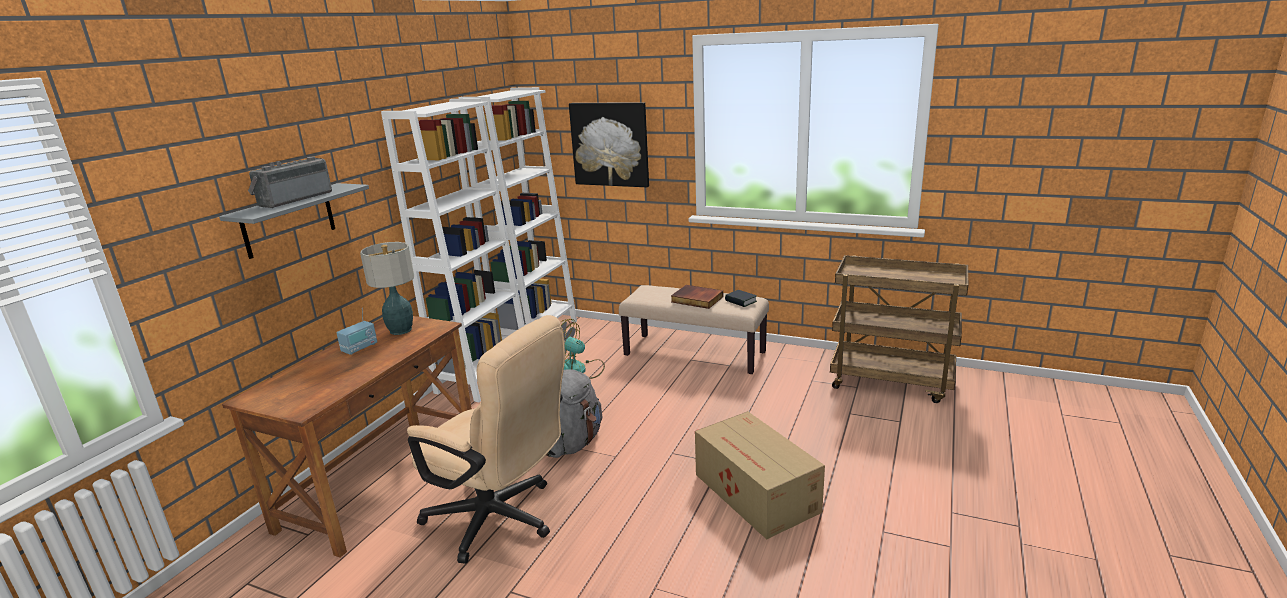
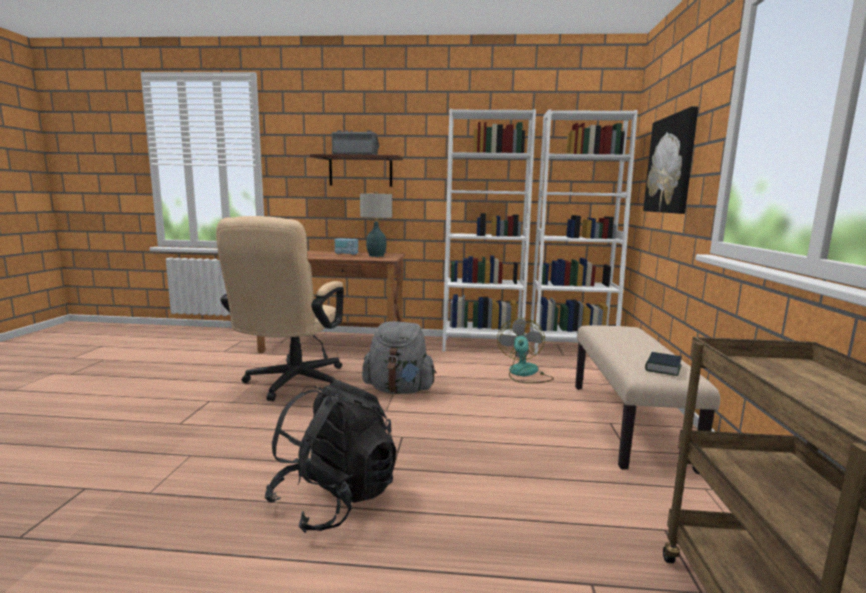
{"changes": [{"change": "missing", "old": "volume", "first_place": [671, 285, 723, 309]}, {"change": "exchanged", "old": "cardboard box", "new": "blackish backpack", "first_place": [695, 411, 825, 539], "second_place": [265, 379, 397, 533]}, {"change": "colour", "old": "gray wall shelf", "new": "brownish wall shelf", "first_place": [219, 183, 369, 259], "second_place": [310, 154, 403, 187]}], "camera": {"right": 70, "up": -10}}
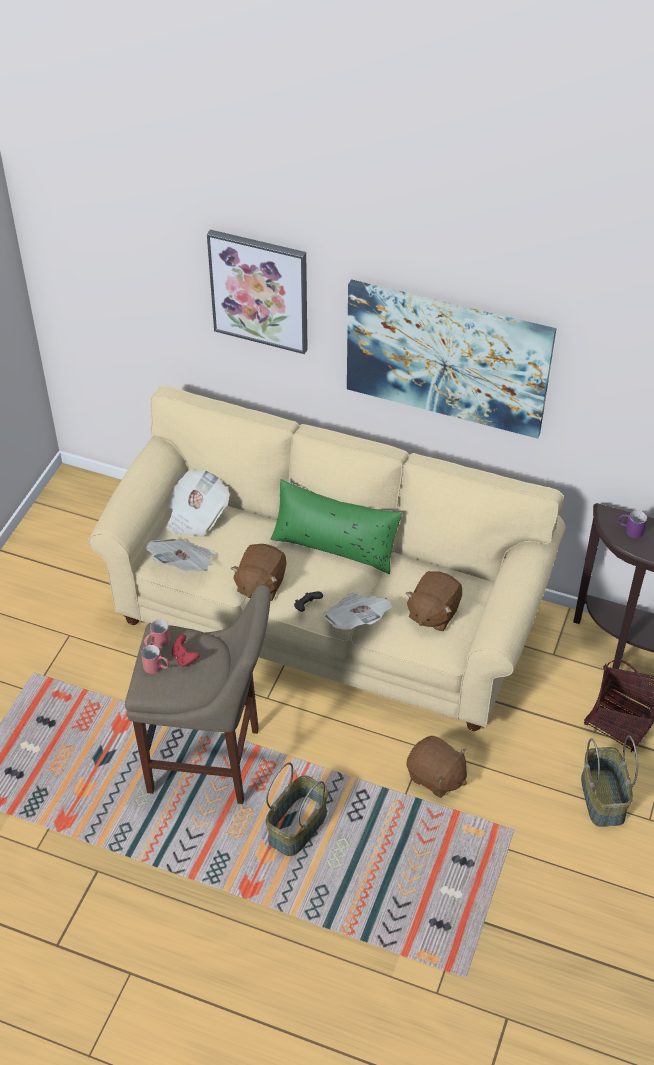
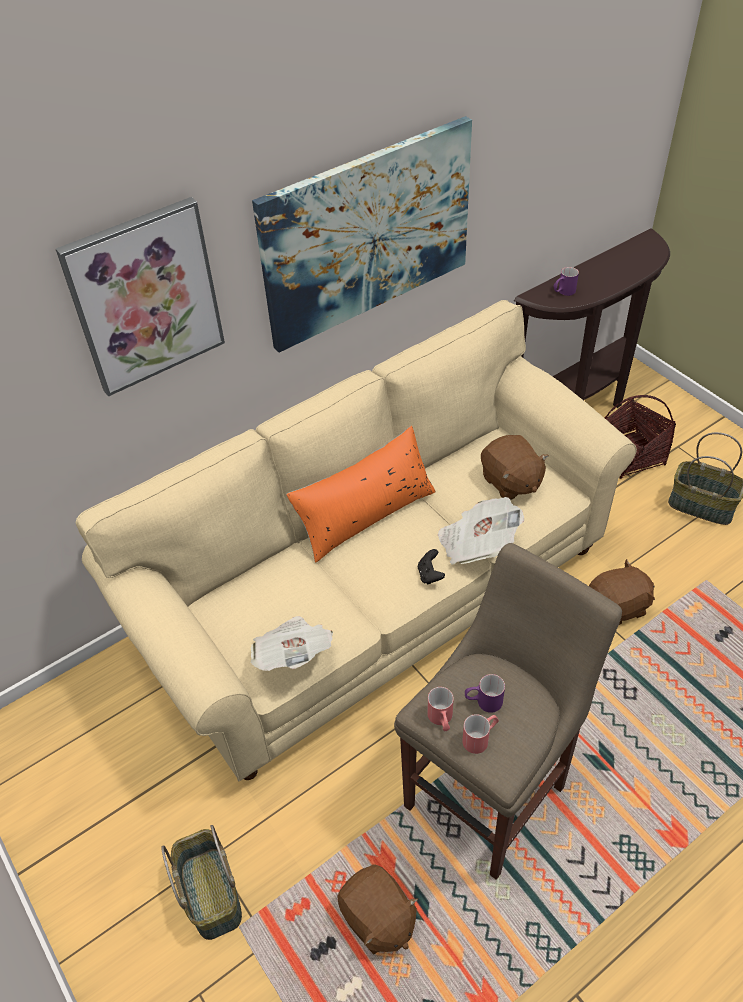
{"changes": [{"change": "missing", "old": "newspaper", "first_place": [167, 469, 229, 537]}, {"change": "relocated", "old": "brownish cuddly toy", "first_place": [231, 544, 286, 601], "second_place": [337, 864, 418, 954]}, {"change": "relocated", "old": "household basket", "first_place": [265, 762, 328, 856], "second_place": [161, 825, 242, 940]}, {"change": "exchanged", "old": "red-coloured game controller", "new": "purple-coloured coffee mug", "first_place": [171, 634, 200, 667], "second_place": [465, 674, 505, 713]}, {"change": "colour", "old": "green pillow", "new": "orangey pillow", "first_place": [271, 479, 402, 574], "second_place": [286, 426, 436, 563]}], "camera": {"right": -55, "up": 0}}
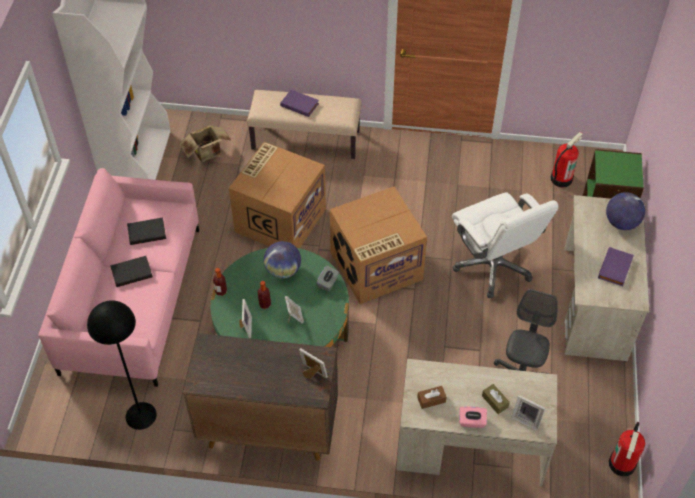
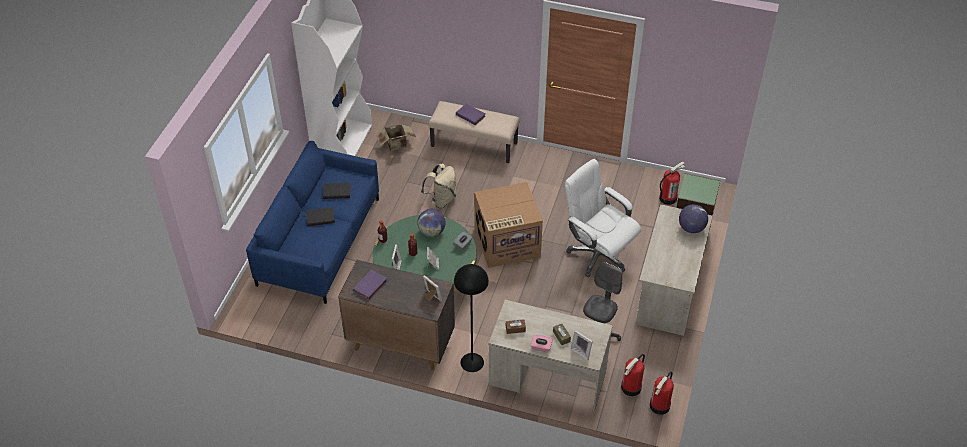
{"changes": [{"change": "appeared", "new": "fire-fighting cylinder", "second_place": [621, 354, 645, 396]}, {"change": "relocated", "old": "blackish standing lamp", "first_place": [87, 300, 157, 430], "second_place": [454, 264, 489, 372]}, {"change": "relocated", "old": "purple-coloured volume", "first_place": [598, 247, 634, 286], "second_place": [353, 270, 387, 300]}, {"change": "exchanged", "old": "cardboard box", "new": "beige backpack", "first_place": [229, 142, 326, 248], "second_place": [421, 163, 457, 208]}, {"change": "colour", "old": "pink couch", "new": "bluish couch", "first_place": [38, 168, 199, 387], "second_place": [246, 141, 379, 304]}, {"change": "spun", "old": "white-coloured desk chair", "first_place": [452, 192, 559, 298], "second_place": [565, 159, 641, 277], "degrees": 150}], "camera": {"right": 10, "up": -5}}
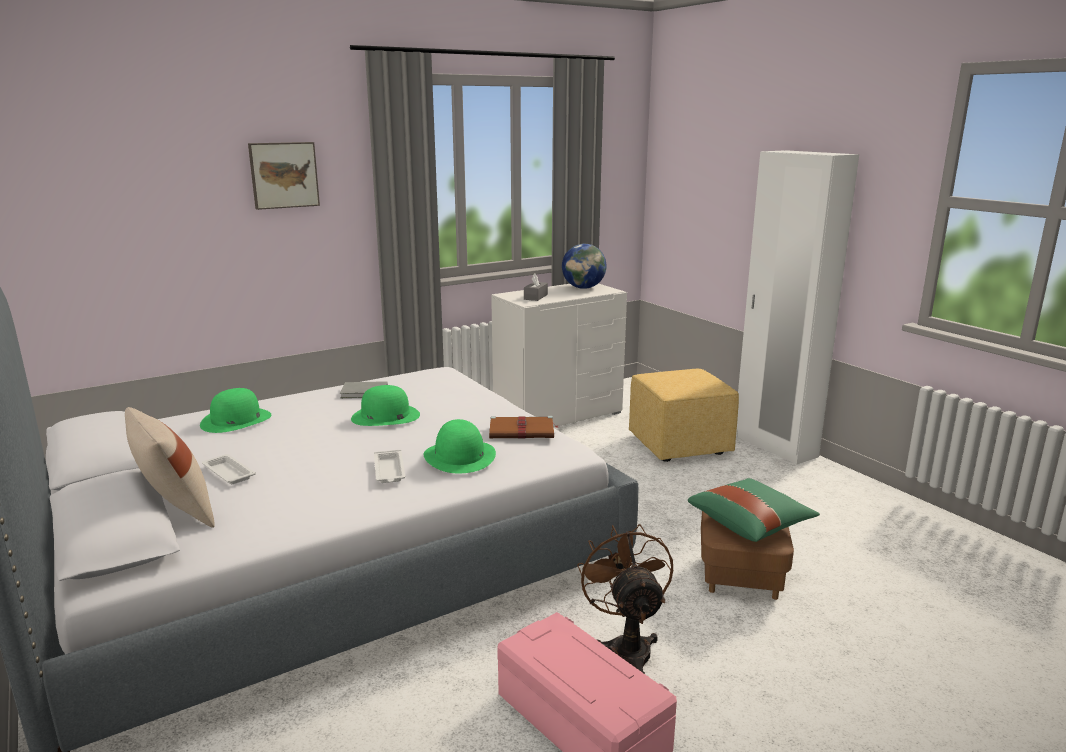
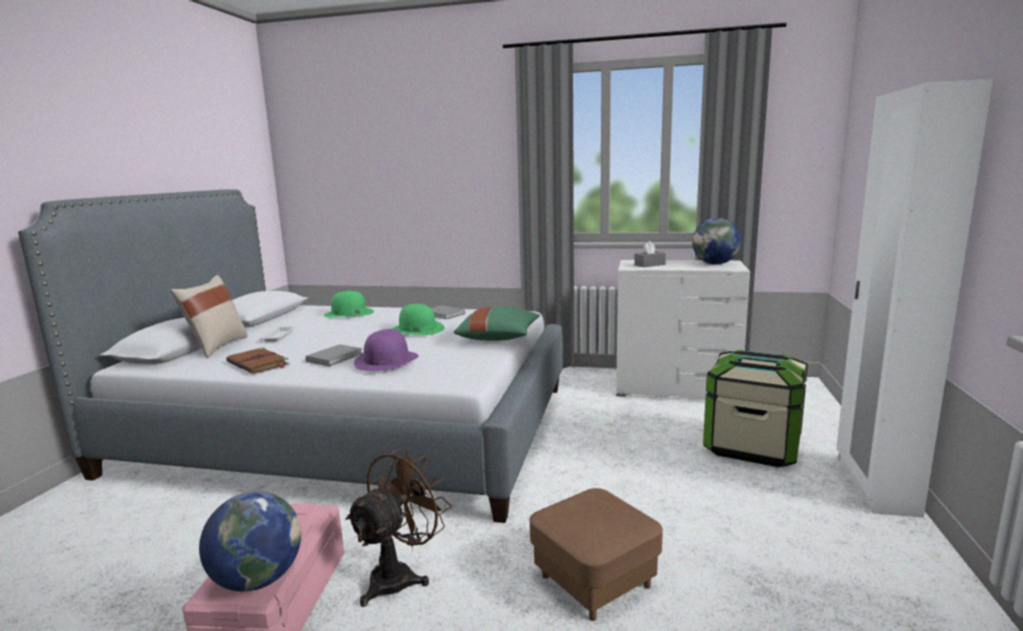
{"changes": [{"change": "missing", "old": "wall picture", "first_place": [248, 142, 320, 210]}, {"change": "appeared", "new": "world globe", "second_place": [199, 491, 301, 592]}, {"change": "relocated", "old": "brownish volume", "first_place": [489, 416, 557, 438], "second_place": [226, 347, 290, 374]}, {"change": "relocated", "old": "green pillow", "first_place": [688, 478, 820, 542], "second_place": [454, 306, 540, 341]}, {"change": "exchanged", "old": "white-coloured carrying tray", "new": "gray volume", "first_place": [374, 450, 405, 483], "second_place": [306, 344, 363, 366]}, {"change": "exchanged", "old": "yellowish pouffe", "new": "storage container", "first_place": [629, 369, 739, 462], "second_place": [703, 350, 808, 467]}, {"change": "colour", "old": "green wearable hat", "new": "purple-coloured wearable hat", "first_place": [424, 419, 496, 473], "second_place": [354, 329, 419, 371]}], "camera": {"right": 45, "up": -5}}
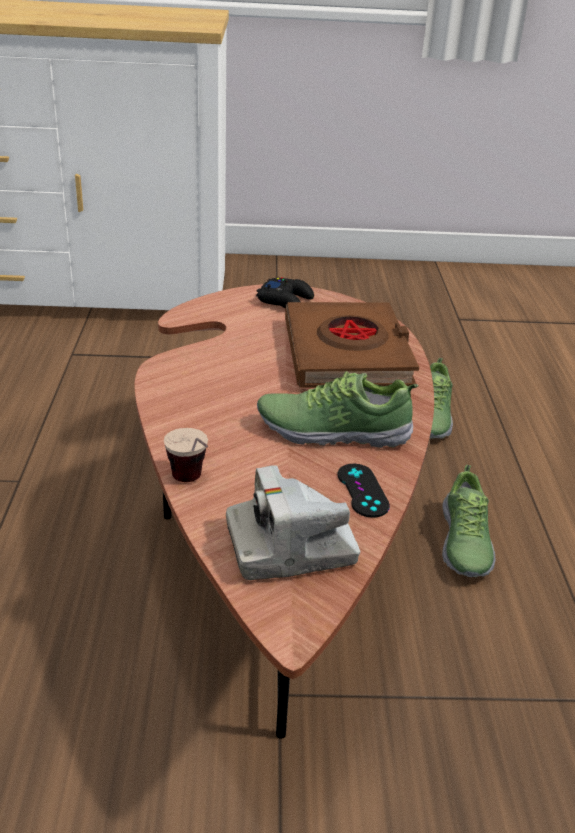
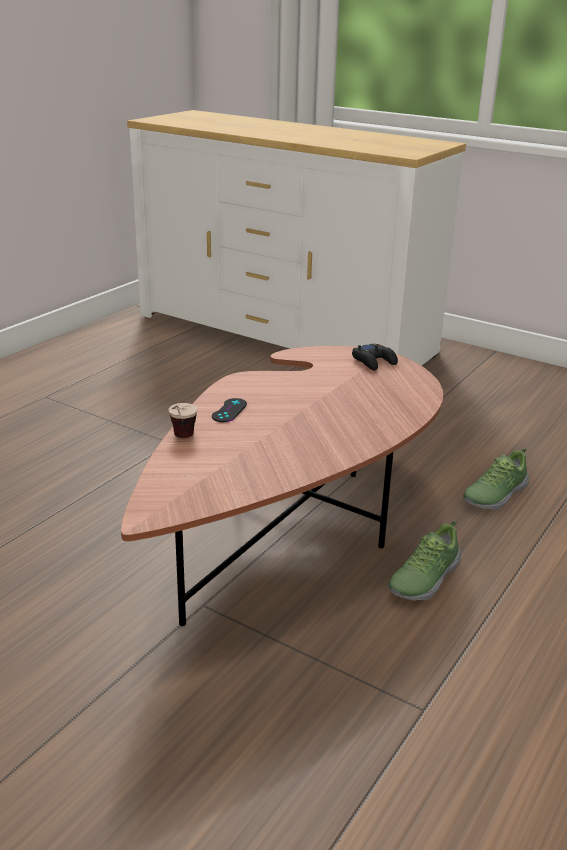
{"changes": [{"change": "missing", "old": "still camera", "first_place": [226, 466, 361, 580]}, {"change": "missing", "old": "item of footwear", "first_place": [257, 371, 418, 448]}, {"change": "missing", "old": "brownish volume", "first_place": [285, 302, 419, 388]}, {"change": "relocated", "old": "blackish game controller", "first_place": [337, 464, 390, 518], "second_place": [212, 398, 247, 422]}], "camera": {"right": 35, "up": -5}}
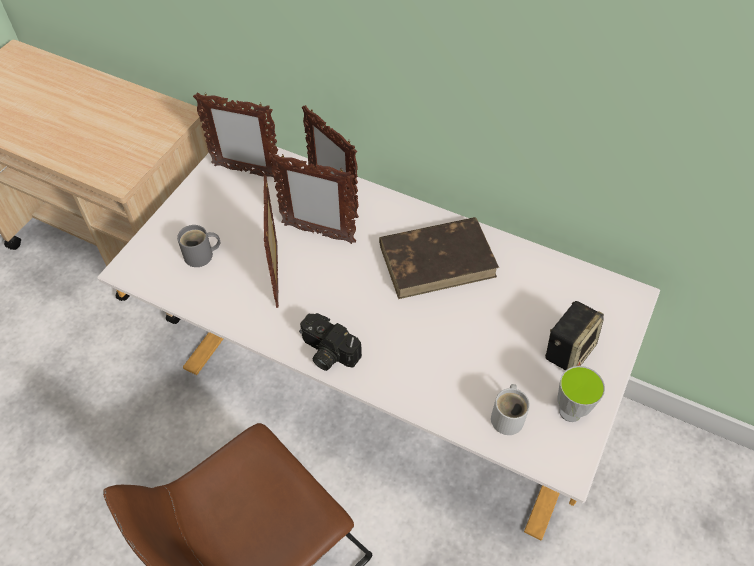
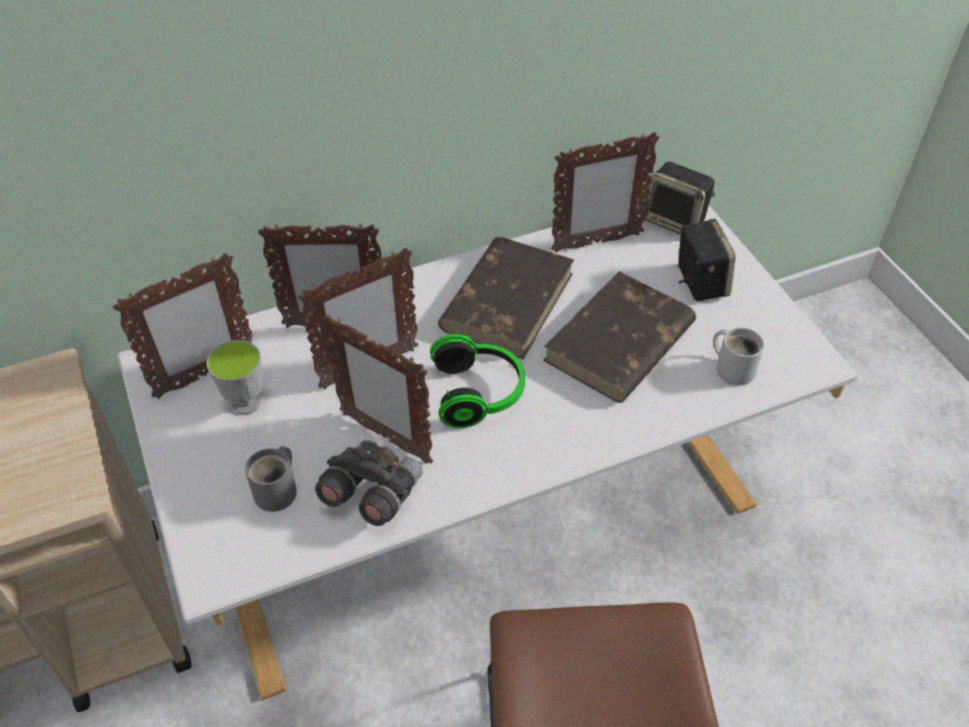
{"changes": [{"change": "missing", "old": "still camera", "first_place": [299, 313, 362, 371]}, {"change": "appeared", "new": "gray field glasses", "second_place": [315, 440, 423, 526]}, {"change": "appeared", "new": "headphones", "second_place": [430, 334, 525, 428]}, {"change": "appeared", "new": "brownish volume", "second_place": [543, 271, 696, 403]}, {"change": "appeared", "new": "standing frame", "second_place": [551, 132, 659, 253]}, {"change": "appeared", "new": "audio speaker", "second_place": [644, 162, 715, 235]}, {"change": "relocated", "old": "cup", "first_place": [558, 366, 605, 422], "second_place": [207, 340, 263, 415]}], "camera": {"right": -50, "up": -5}}
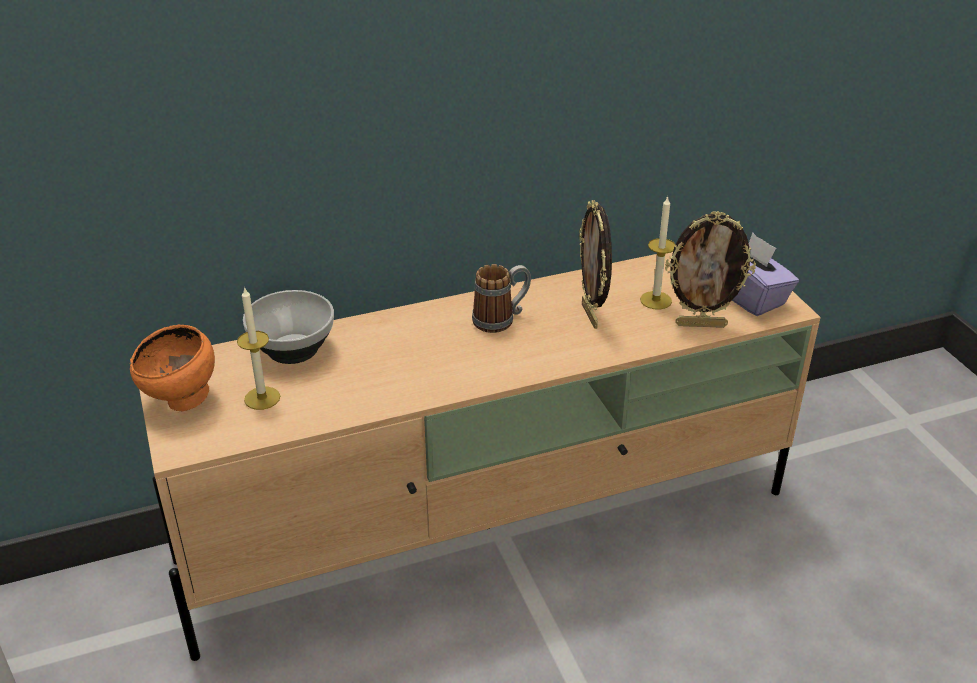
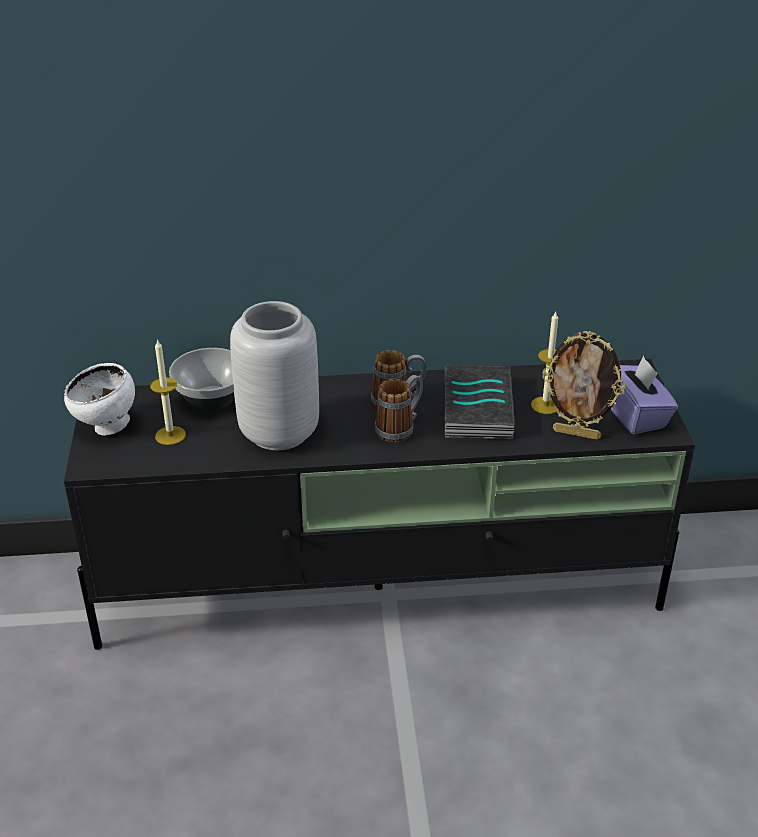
{"changes": [{"change": "appeared", "new": "gray decorative vase", "second_place": [230, 301, 319, 451]}, {"change": "appeared", "new": "coffee mug", "second_place": [375, 375, 423, 442]}, {"change": "exchanged", "old": "standing frame", "new": "volume", "first_place": [579, 200, 612, 329], "second_place": [445, 365, 515, 439]}, {"change": "colour", "old": "orangey serving bowl", "new": "white-coloured serving bowl", "first_place": [130, 325, 215, 411], "second_place": [64, 363, 135, 436]}, {"change": "colour", "old": "beige tv stand", "new": "blackish tv stand", "first_place": [139, 252, 821, 661], "second_place": [64, 359, 695, 650]}], "camera": {"right": 15, "up": 0}}
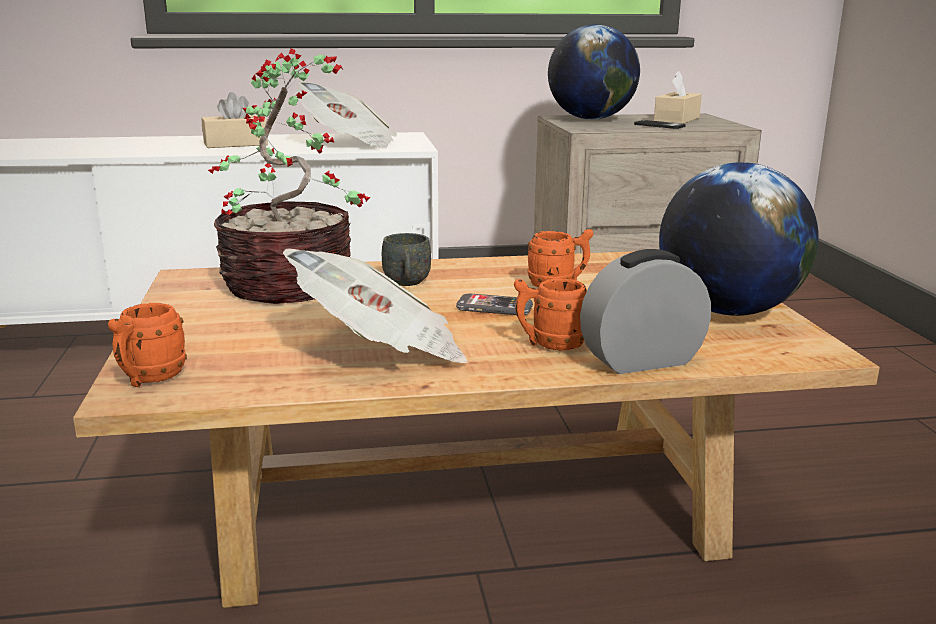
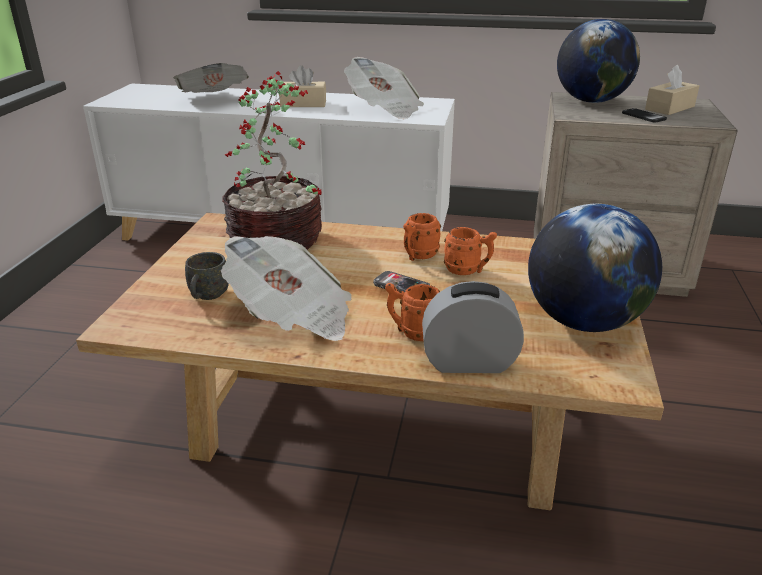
{"changes": [{"change": "appeared", "new": "newspaper", "second_place": [173, 63, 249, 93]}, {"change": "relocated", "old": "orangey coffee mug", "first_place": [108, 303, 187, 387], "second_place": [403, 213, 441, 261]}, {"change": "relocated", "old": "gray coffee mug", "first_place": [382, 233, 431, 286], "second_place": [185, 252, 229, 300]}], "camera": {"right": 20, "up": 10}}
